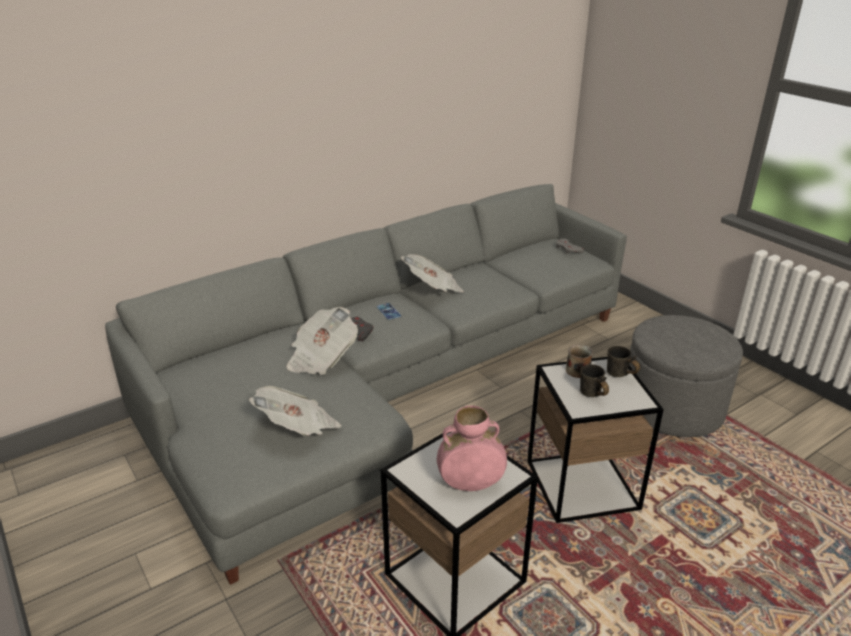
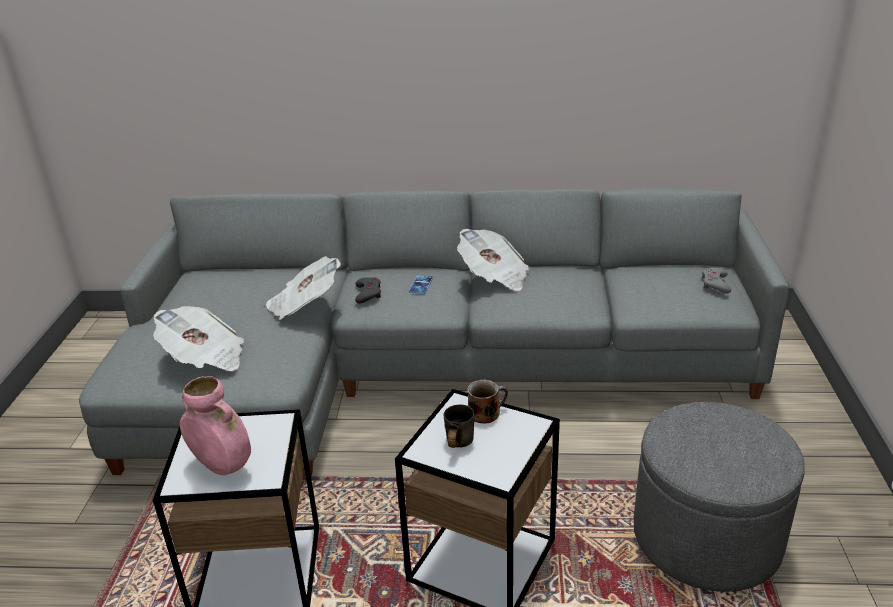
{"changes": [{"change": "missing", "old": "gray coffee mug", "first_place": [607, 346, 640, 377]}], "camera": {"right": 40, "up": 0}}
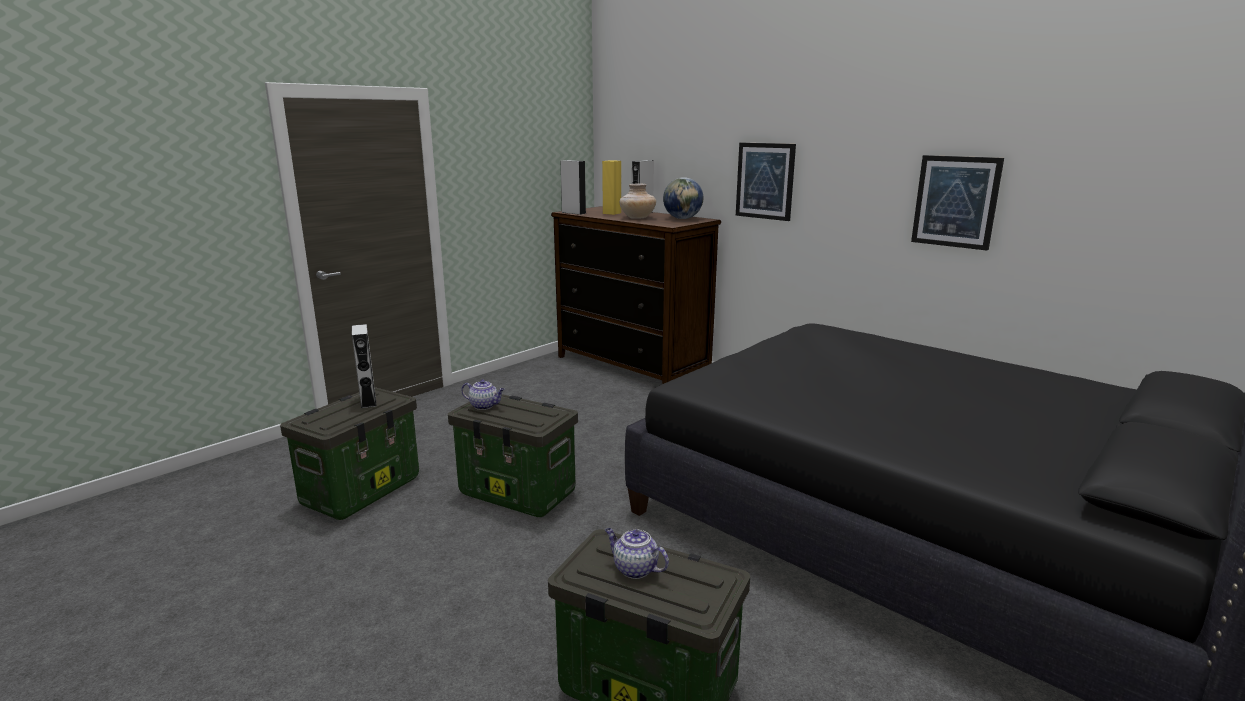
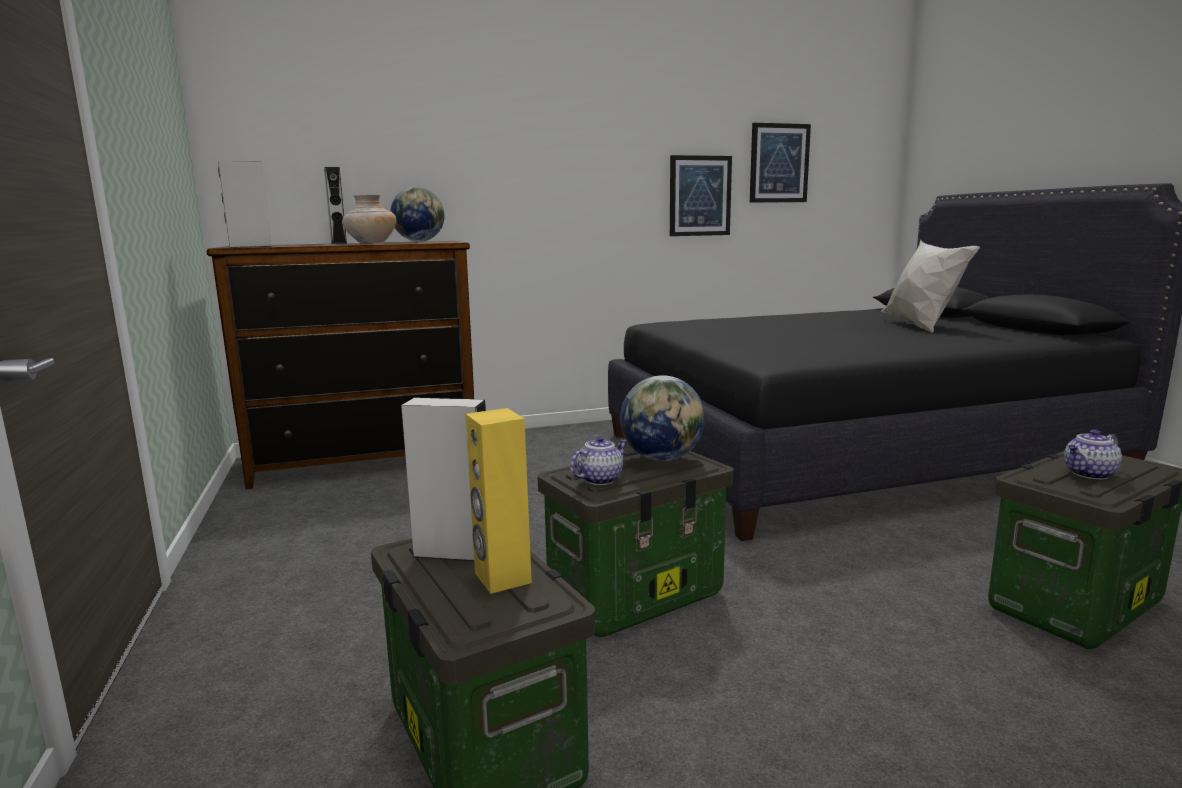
{"changes": [{"change": "appeared", "new": "world globe", "second_place": [620, 375, 705, 461]}, {"change": "appeared", "new": "white-coloured pillow", "second_place": [881, 240, 980, 333]}, {"change": "relocated", "old": "yellowish audio speaker", "first_place": [602, 160, 621, 215], "second_place": [466, 408, 532, 594]}, {"change": "relocated", "old": "wall picture", "first_place": [736, 143, 796, 221], "second_place": [750, 123, 811, 203]}], "camera": {"right": -60, "up": -5}}
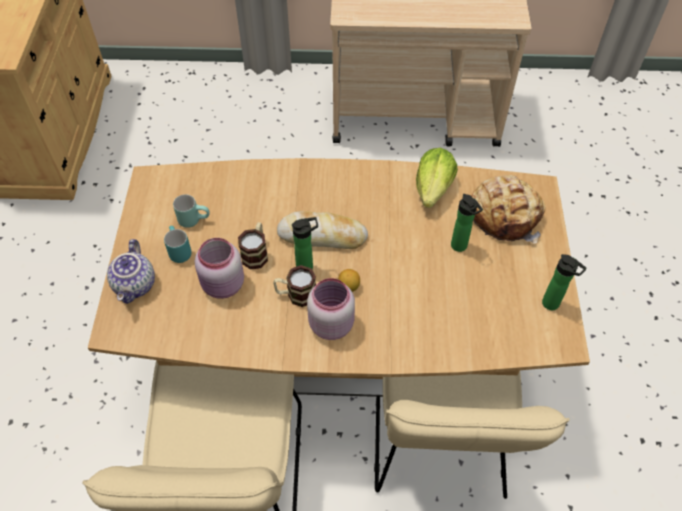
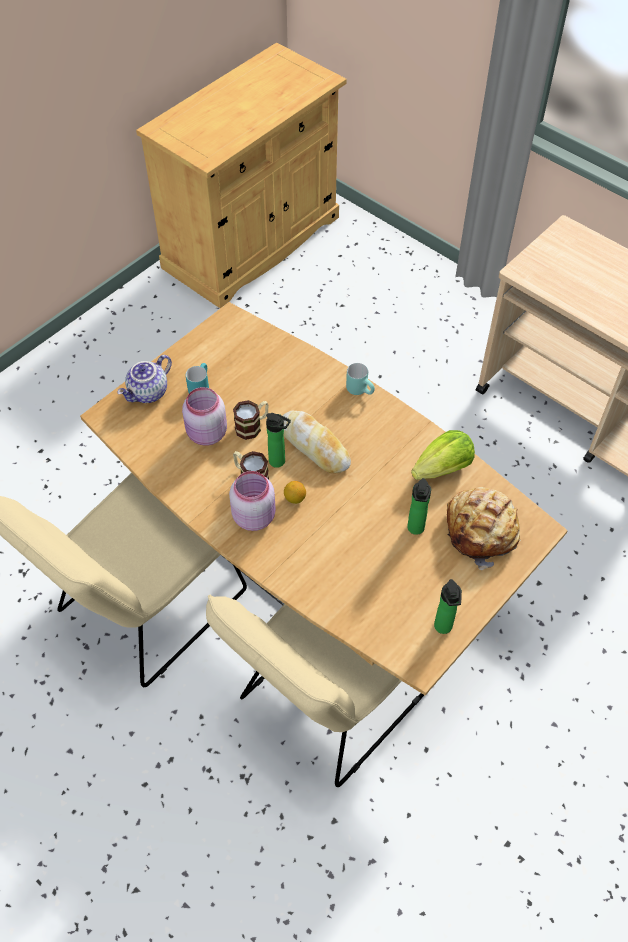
{"changes": [{"change": "relocated", "old": "blue-green coffee mug", "first_place": [173, 194, 210, 228], "second_place": [346, 363, 375, 395]}], "camera": {"right": 40, "up": 0}}
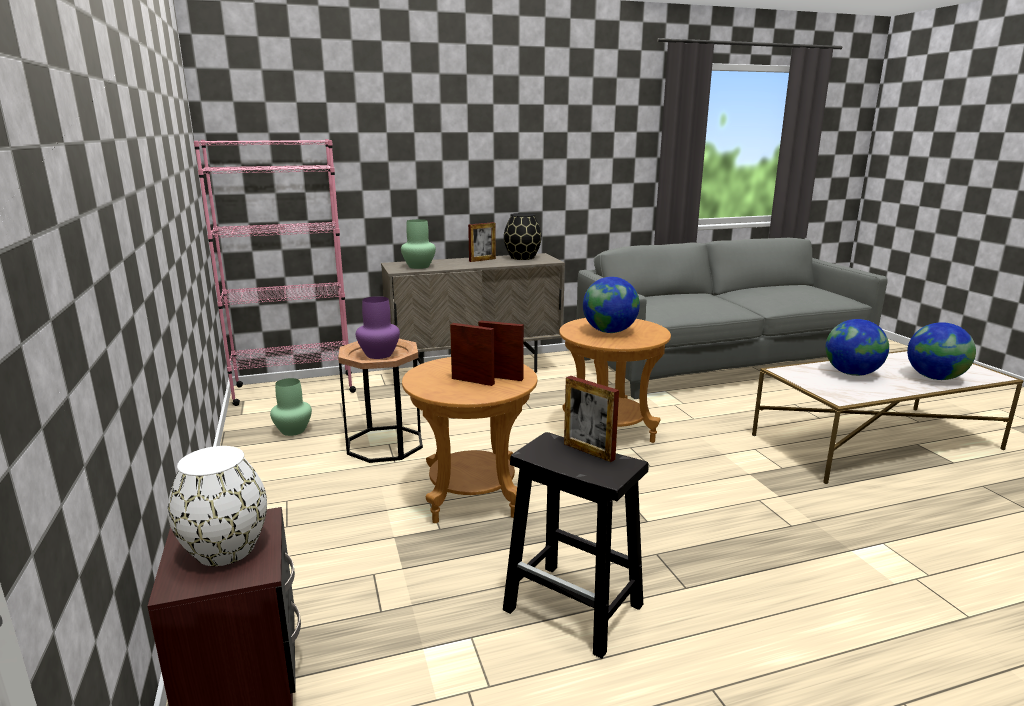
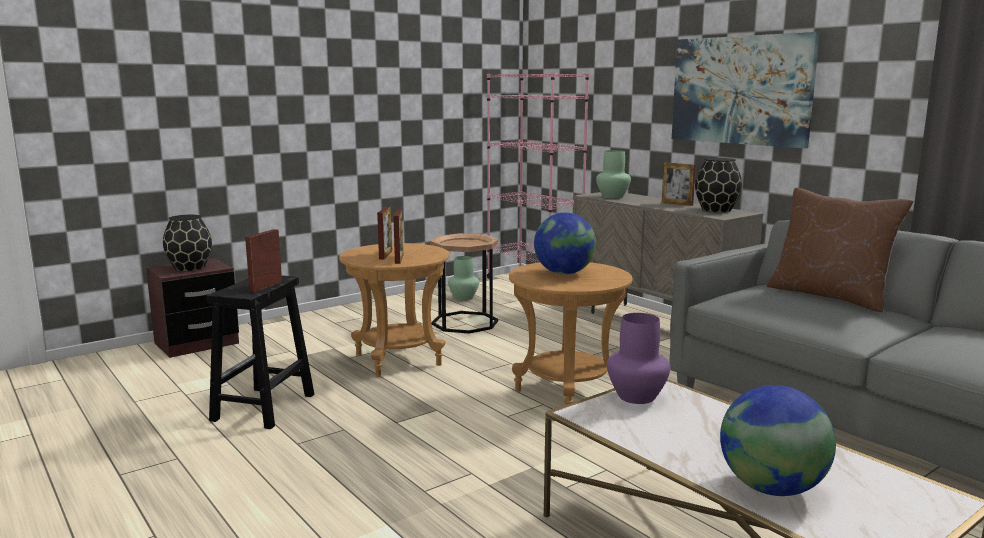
{"changes": [{"change": "missing", "old": "world globe", "first_place": [825, 319, 889, 376]}, {"change": "appeared", "new": "wall picture", "second_place": [672, 32, 820, 149]}, {"change": "appeared", "new": "brownish pillow", "second_place": [767, 188, 913, 312]}, {"change": "relocated", "old": "purple-coloured decorative vase", "first_place": [356, 296, 400, 359], "second_place": [607, 313, 670, 404]}, {"change": "colour", "old": "white-coloured decorative vase", "new": "blackish decorative vase", "first_place": [168, 446, 267, 566], "second_place": [163, 215, 212, 271]}], "camera": {"right": 70, "up": -5}}
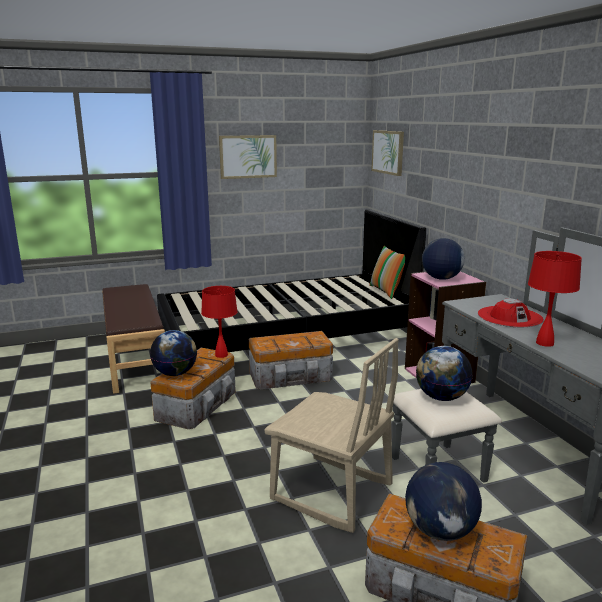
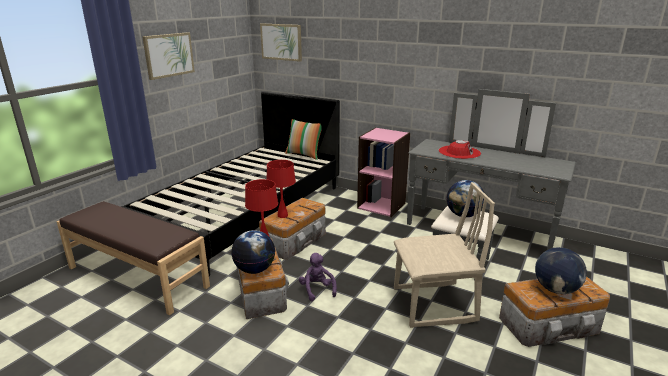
{"changes": [{"change": "missing", "old": "world globe", "first_place": [422, 238, 465, 280]}, {"change": "appeared", "new": "purple-coloured cuddly toy", "second_place": [299, 253, 337, 301]}, {"change": "relocated", "old": "red-coloured table lamp", "first_place": [528, 251, 582, 347], "second_place": [267, 160, 296, 218]}], "camera": {"right": -40, "up": 5}}
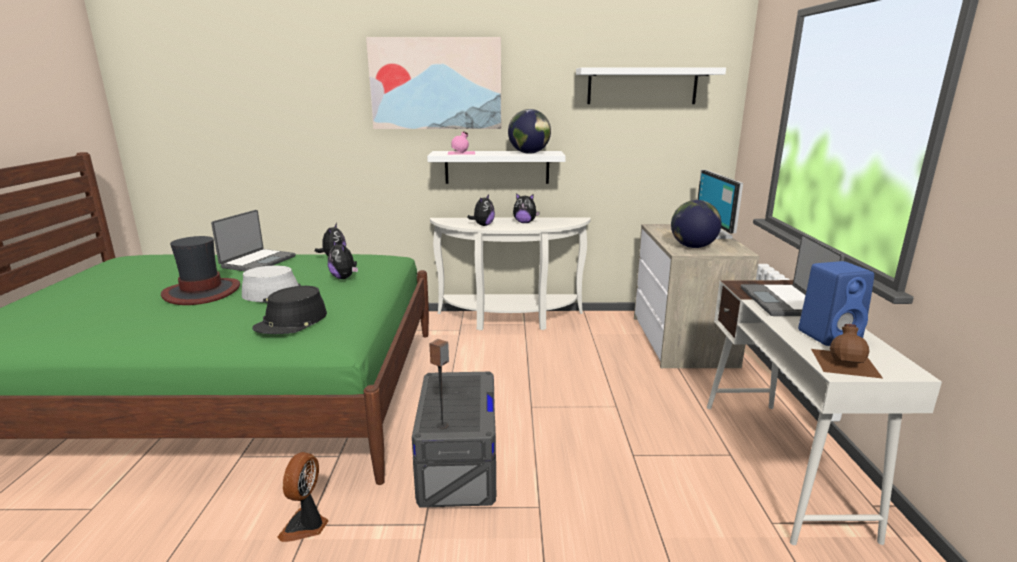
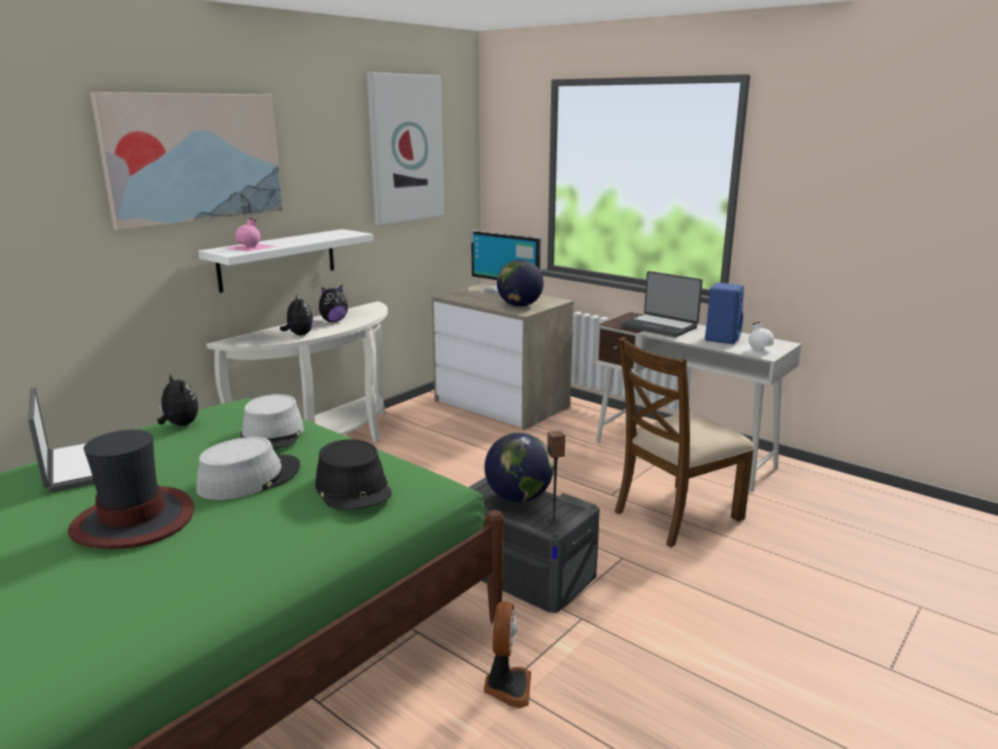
{"changes": [{"change": "appeared", "new": "brownish chair", "second_place": [614, 337, 754, 547]}, {"change": "relocated", "old": "world globe", "first_place": [508, 109, 551, 154], "second_place": [484, 433, 554, 502]}, {"change": "exchanged", "old": "cuddly toy", "new": "gray wearable hat", "first_place": [328, 241, 358, 279], "second_place": [240, 394, 304, 449]}, {"change": "exchanged", "old": "white-coloured wall shelf", "new": "wall picture", "first_place": [576, 67, 726, 104], "second_place": [367, 72, 444, 225]}, {"change": "colour", "old": "brownish bottle", "new": "white-coloured bottle", "first_place": [811, 324, 883, 379], "second_place": [732, 322, 784, 358]}, {"change": "spun", "old": "electric fan", "first_place": [277, 452, 328, 542], "second_place": [484, 602, 531, 708], "degrees": -135}], "camera": {"right": -50, "up": 0}}
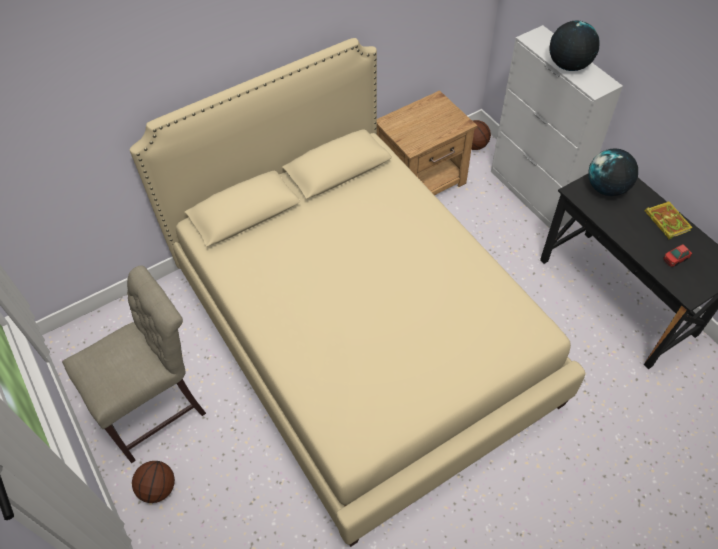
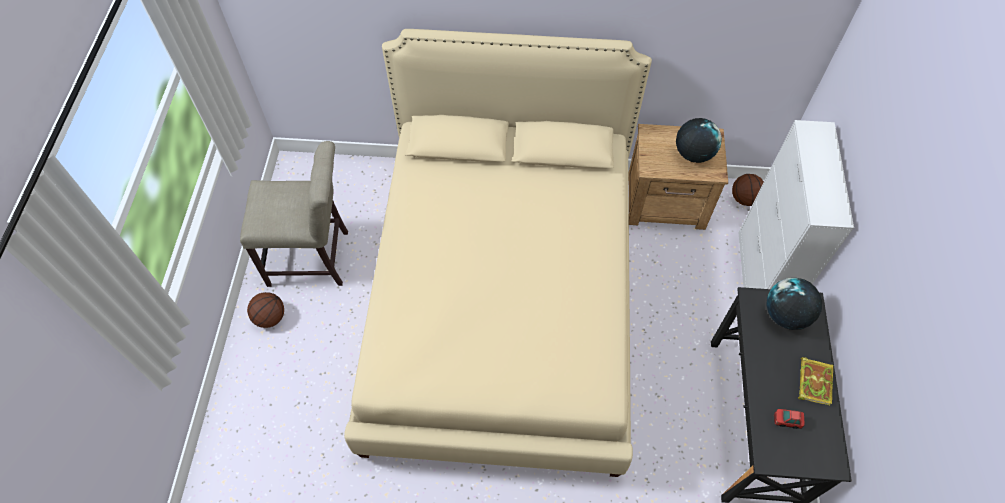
{"changes": [{"change": "relocated", "old": "world globe", "first_place": [549, 20, 600, 71], "second_place": [676, 118, 722, 163]}], "camera": {"right": 35, "up": 5}}
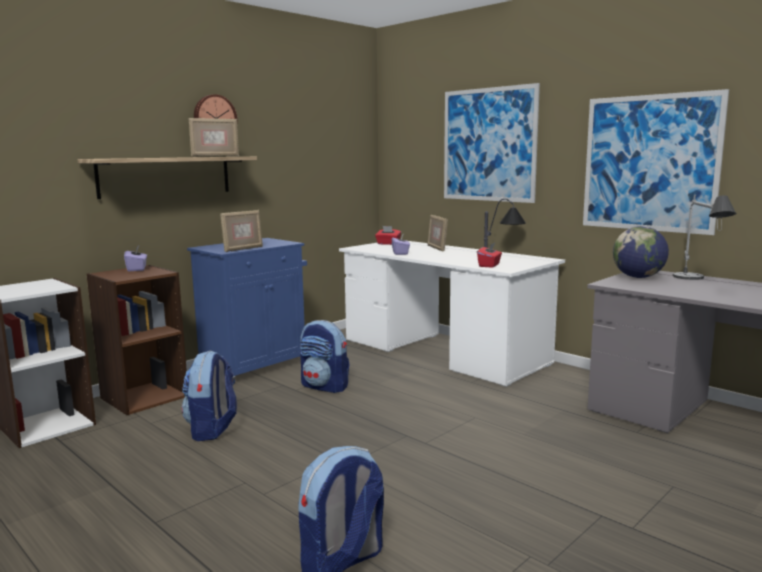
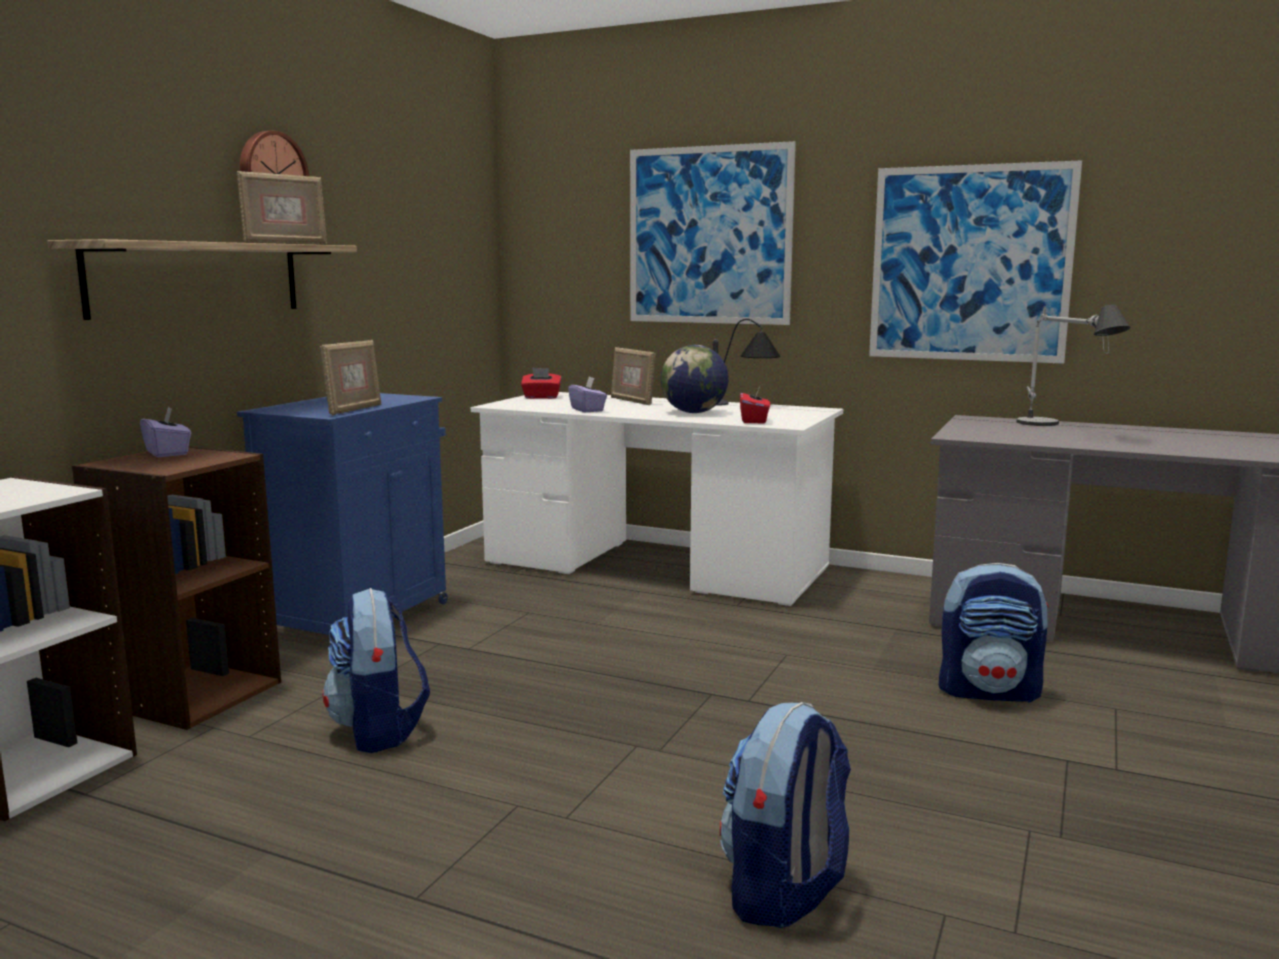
{"changes": [{"change": "relocated", "old": "backpack", "first_place": [300, 320, 350, 393], "second_place": [939, 563, 1049, 702]}, {"change": "relocated", "old": "world globe", "first_place": [613, 226, 669, 278], "second_place": [661, 345, 729, 413]}], "camera": {"right": -20, "up": 0}}
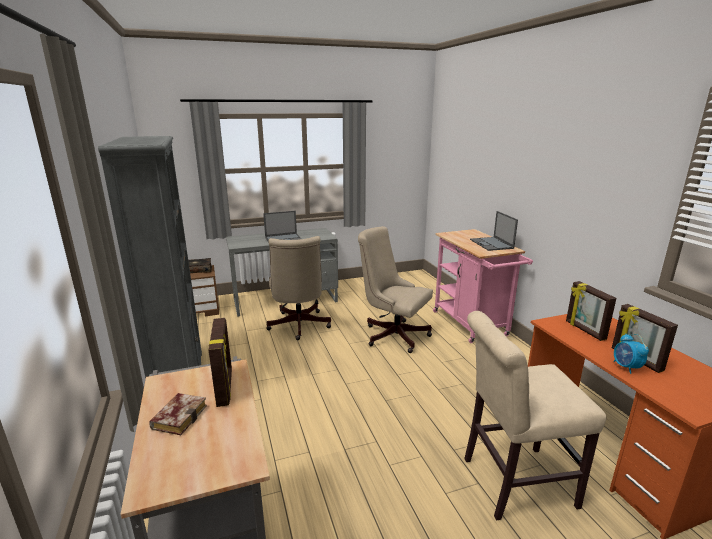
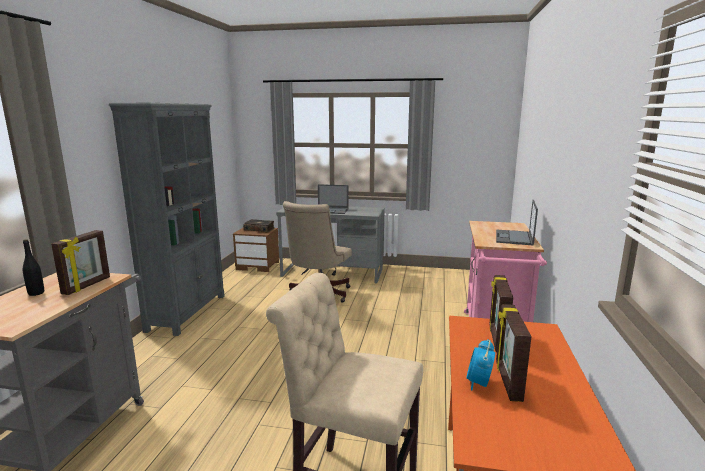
{"changes": [{"change": "missing", "old": "beige desk chair", "first_place": [358, 226, 433, 353]}, {"change": "exchanged", "old": "volume", "new": "blackish bottle", "first_place": [149, 393, 207, 435], "second_place": [23, 239, 44, 296]}], "camera": {"right": 30, "up": -5}}
